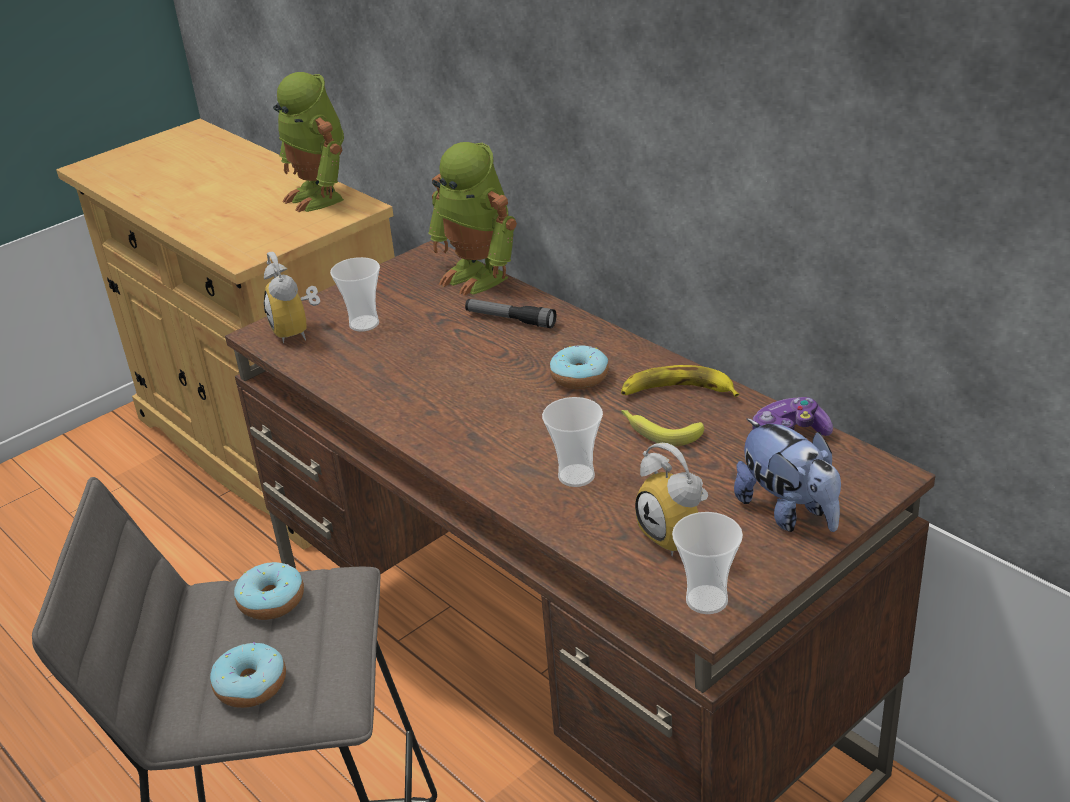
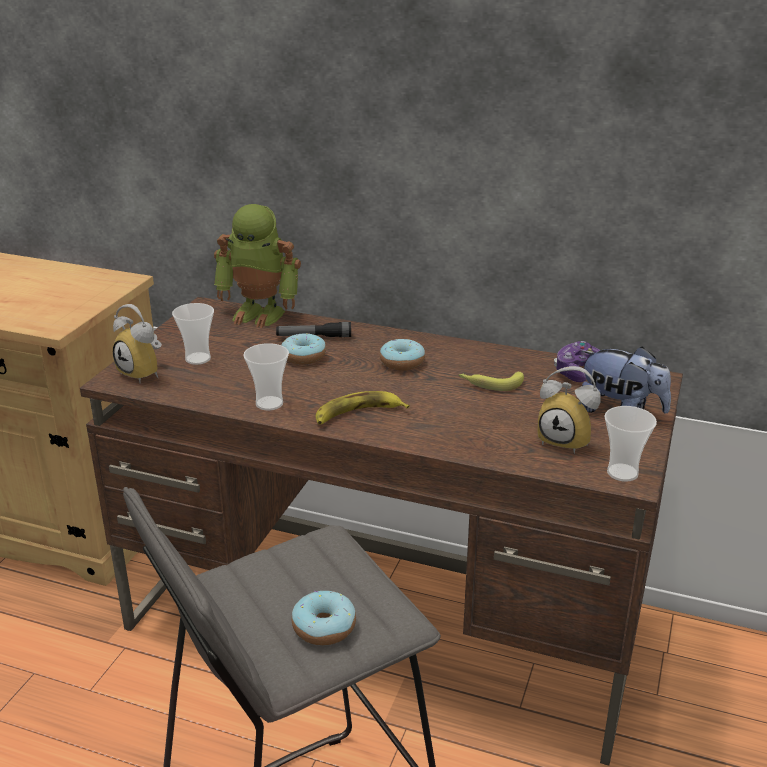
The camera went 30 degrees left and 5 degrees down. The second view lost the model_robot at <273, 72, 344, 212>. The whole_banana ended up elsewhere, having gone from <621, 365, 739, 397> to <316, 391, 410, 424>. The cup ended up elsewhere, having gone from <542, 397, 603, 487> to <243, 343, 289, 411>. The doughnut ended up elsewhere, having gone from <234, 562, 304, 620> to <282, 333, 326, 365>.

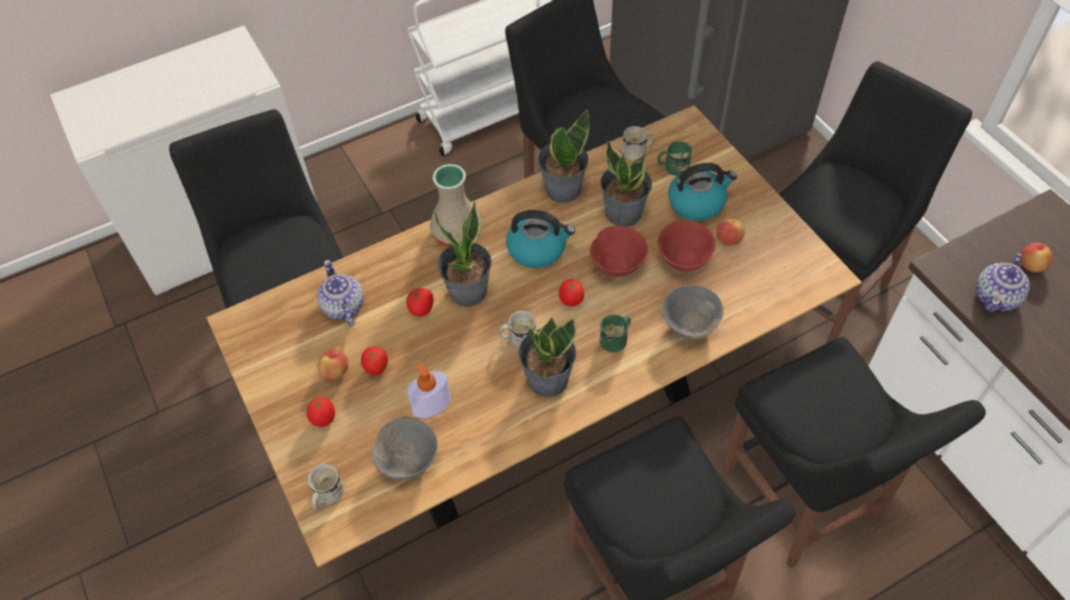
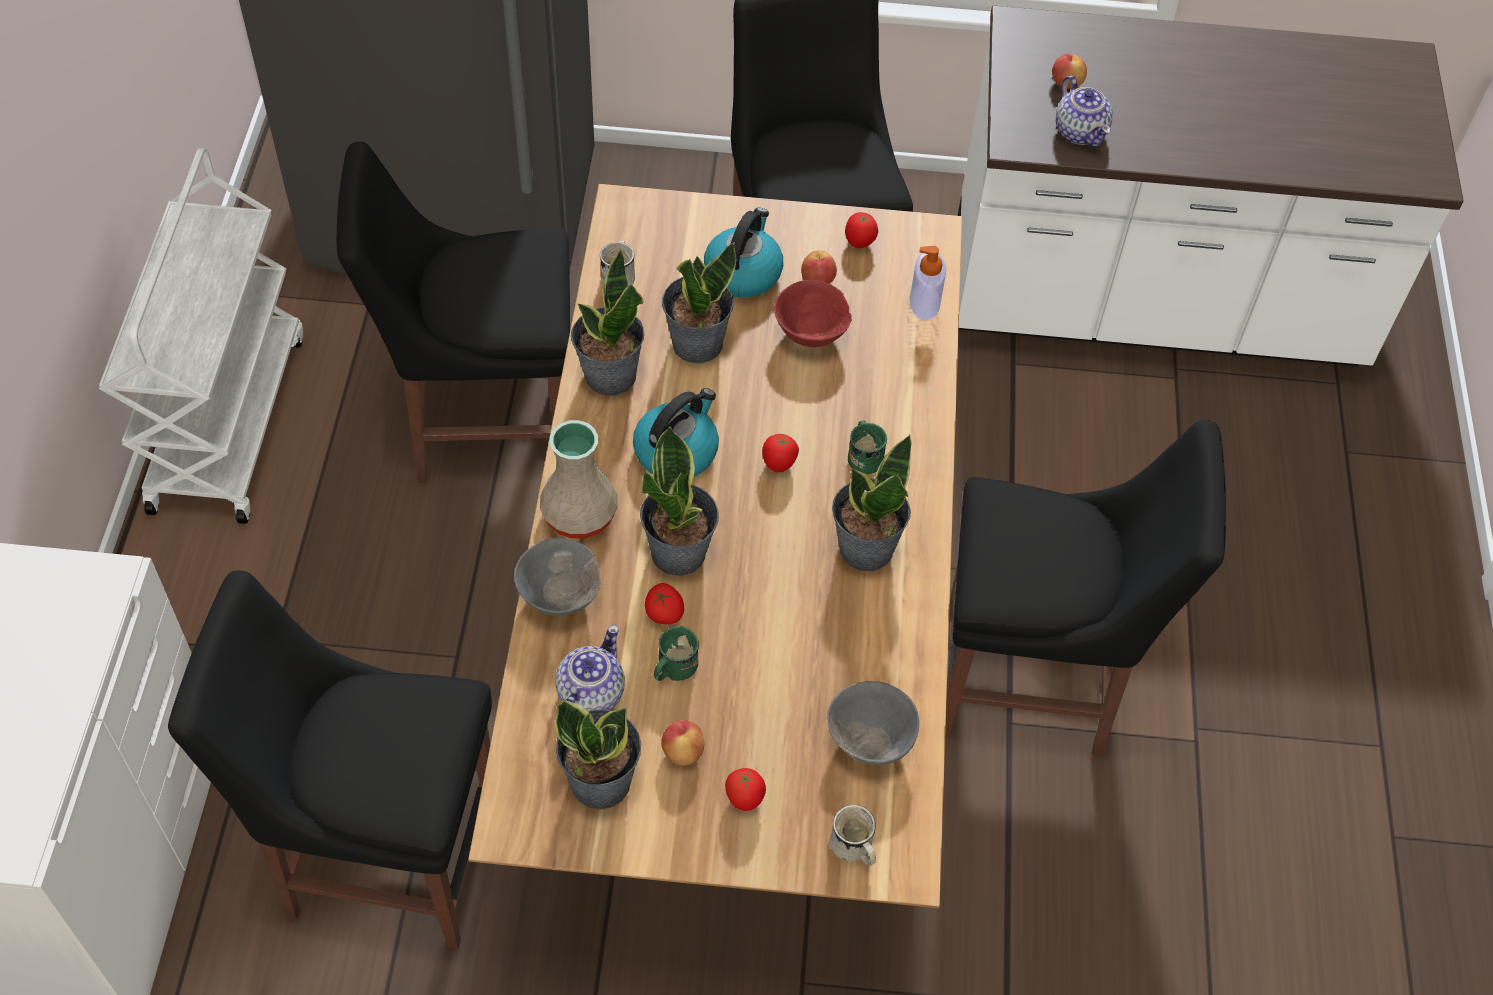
The camera went 60 degrees left and 0 degrees up. The green_tea_mug ended up elsewhere, having gone from <657, 141, 692, 176> to <654, 626, 699, 682>. The second view lost the red-coloured_bowl at <590, 226, 648, 277>. The pot_for_tea at <317, 260, 364, 326> ended up facing another way, 105 degrees clockwise from before. The gray_bowl ended up elsewhere, having gone from <662, 285, 724, 339> to <514, 538, 601, 616>. The second view lost the white_tea_mug at <499, 311, 536, 348>. The second view lost the black-coloured_upright_chair at <722, 337, 986, 568>. The whole_tomato ended up elsewhere, having gone from <361, 346, 388, 375> to <845, 212, 878, 248>. The liquid_soap_bottle ended up elsewhere, having gone from <407, 363, 451, 418> to <910, 246, 946, 321>. The second view gained the houseplant at <555, 700, 641, 810>.

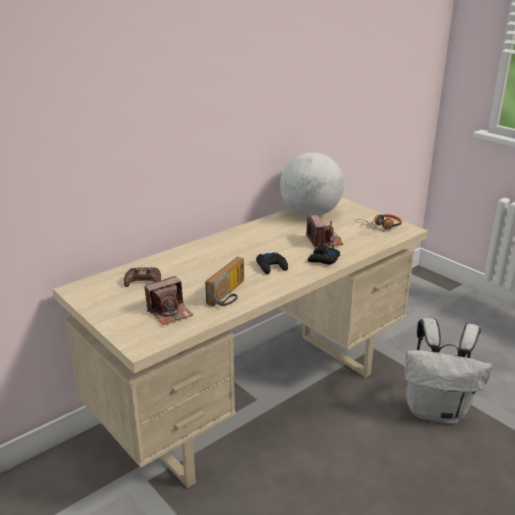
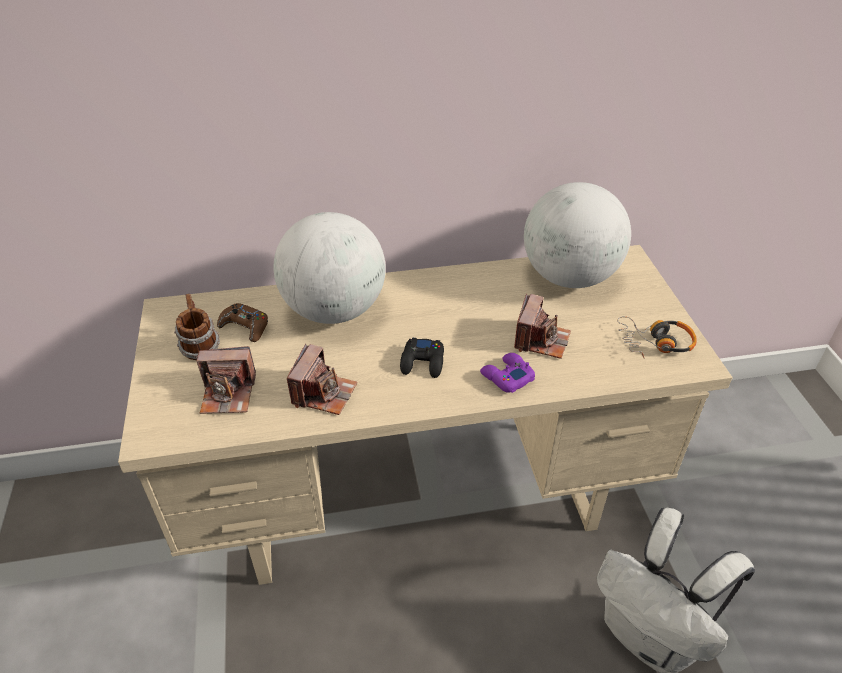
The camera went 30 degrees right and 15 degrees up. What was the black-coloured_joypad at <307, 246, 340, 264> turned into the purple_joypad at <480, 353, 535, 393>. Where the radio stood at <205, 257, 244, 306>, the still_camera came to stand at <287, 344, 358, 415>. The second view gained the desk_globe at <273, 212, 386, 324>. The second view gained the tea_mug at <174, 294, 220, 360>.

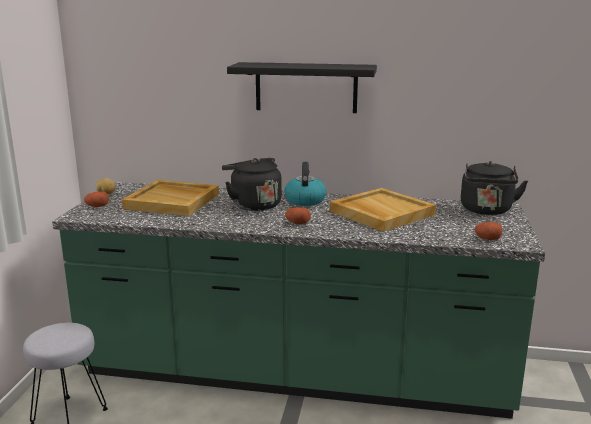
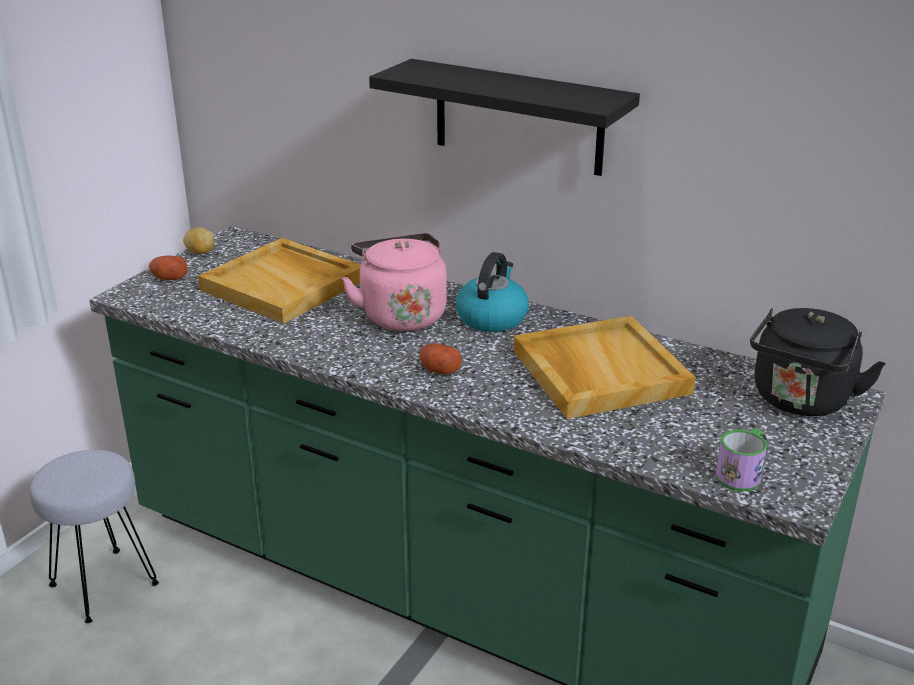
The camera went 20 degrees right and 10 degrees up. What was the black-coloured_kettle at <222, 158, 282, 211> turned into the pink-coloured_kettle at <341, 233, 447, 331>. Where the whole_potato stood at <475, 222, 502, 240>, the tea_mug came to stand at <716, 428, 767, 491>.

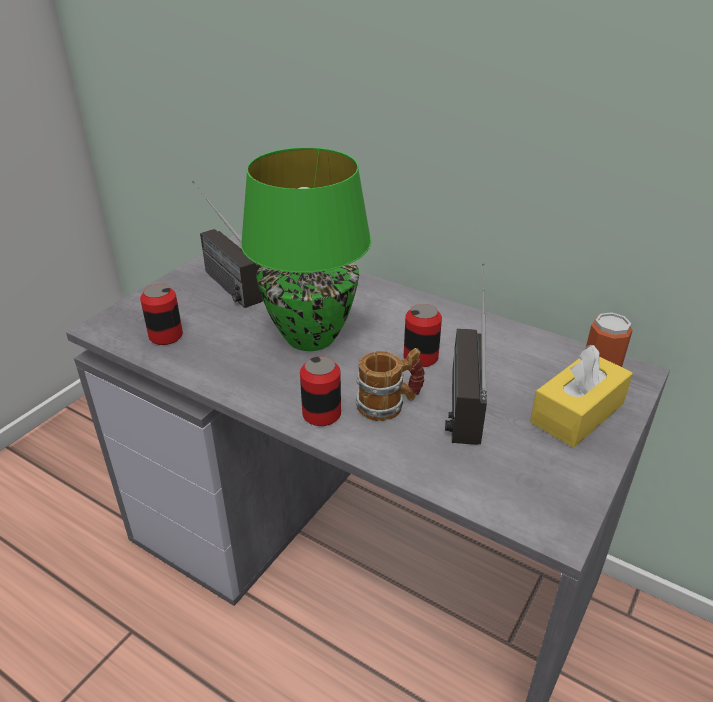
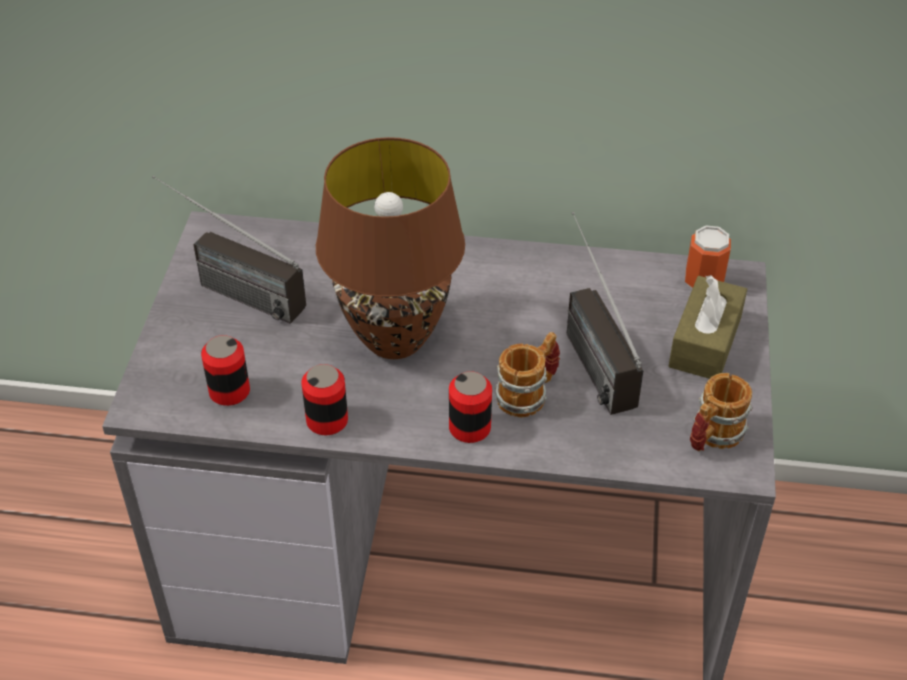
The camera went 25 degrees left and 10 degrees up. What was the green_lamp_for_a_table at <241, 147, 371, 351> turned into the brown_lamp_for_a_table at <316, 137, 465, 359>. The can ended up elsewhere, having gone from <404, 304, 442, 367> to <302, 364, 348, 435>. What was the yellow-coloured_tissue_holder at <530, 345, 633, 447> turned into the brown_tissue_holder at <668, 275, 747, 379>. The second view gained the tea_mug at <690, 373, 752, 451>.

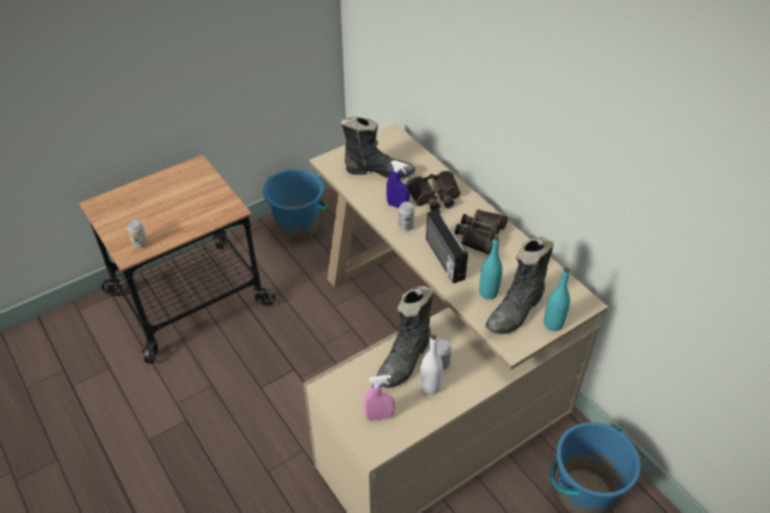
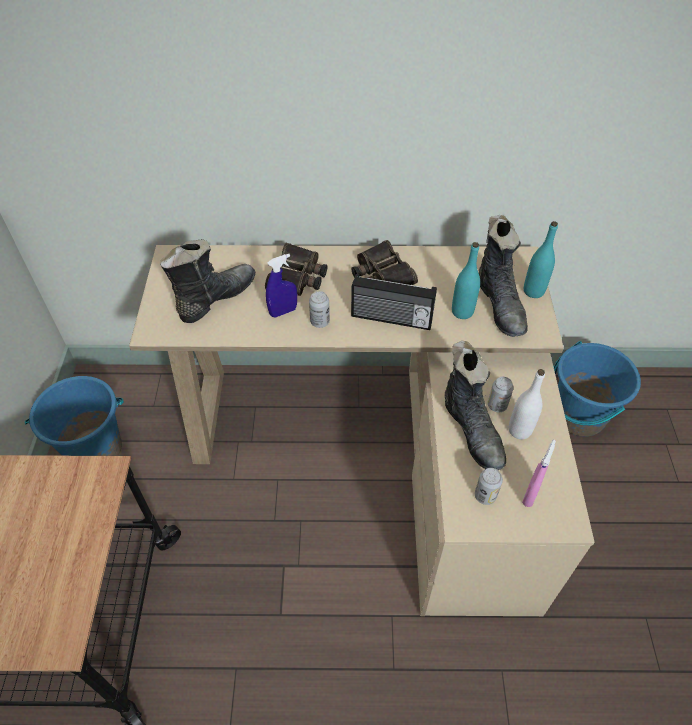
The camera went 55 degrees left and 5 degrees up. The can ended up elsewhere, having gone from <127, 220, 148, 248> to <475, 468, 503, 505>.

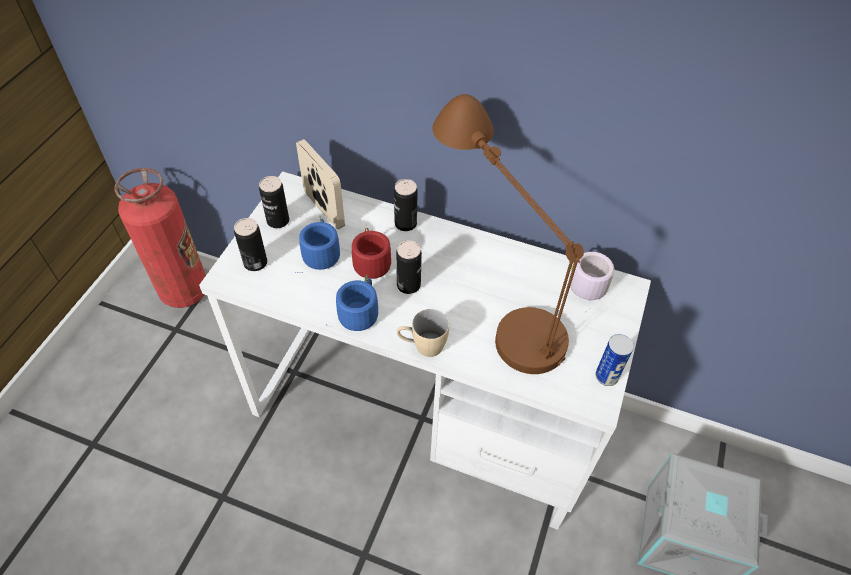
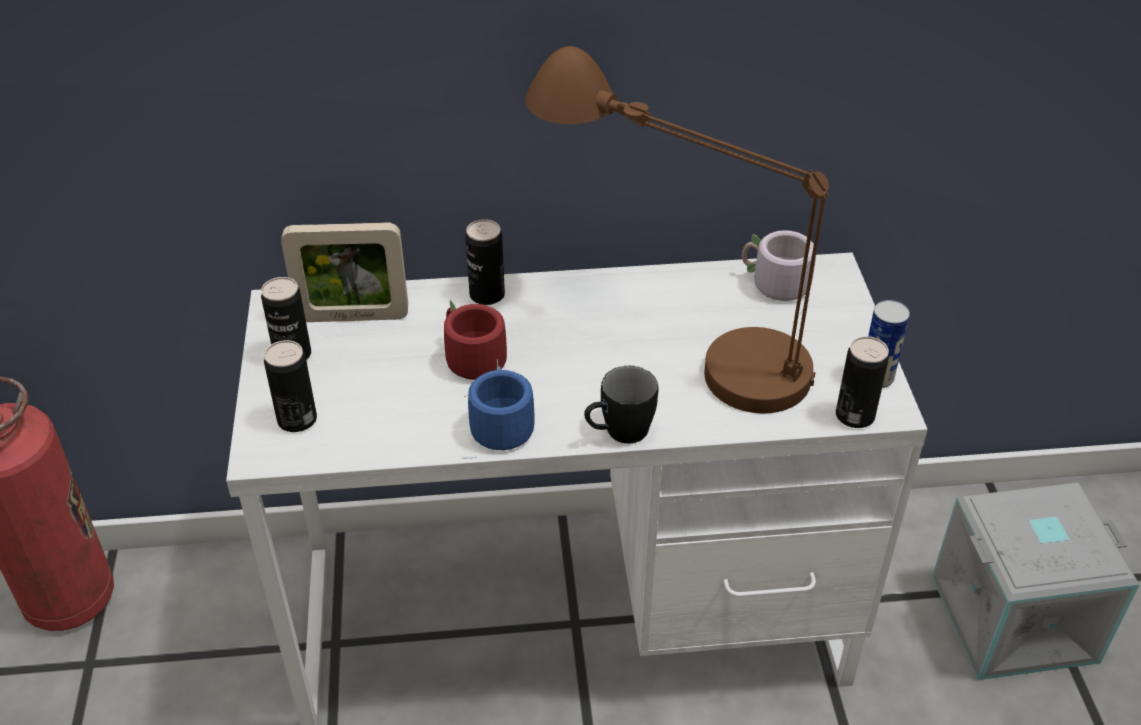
The camera went 25 degrees left and 10 degrees down. The photo_frame at <296, 139, 345, 229> ended up facing another way, 150 degrees clockwise from before. The second view lost the bluish_tea_mug at <298, 216, 340, 273>. The can ended up elsewhere, having gone from <396, 241, 422, 294> to <836, 336, 889, 428>. What was the beige_tea_mug at <397, 309, 449, 357> turned into the black-coloured_tea_mug at <584, 366, 658, 443>.

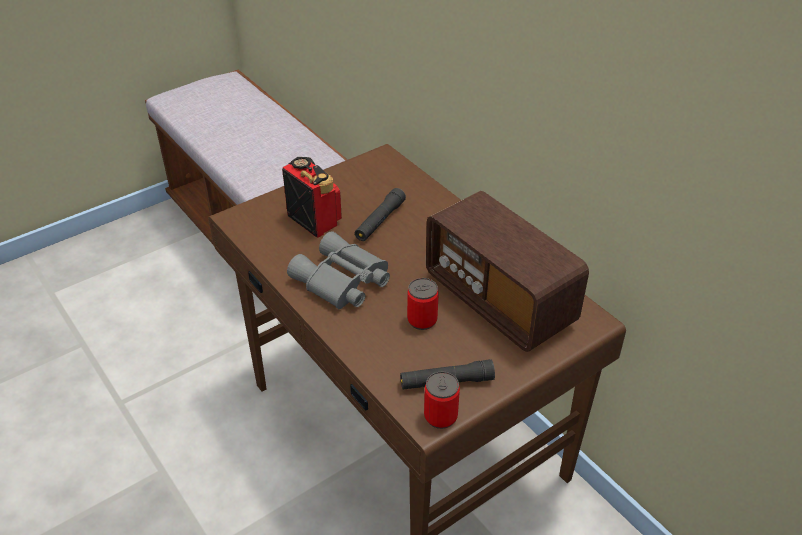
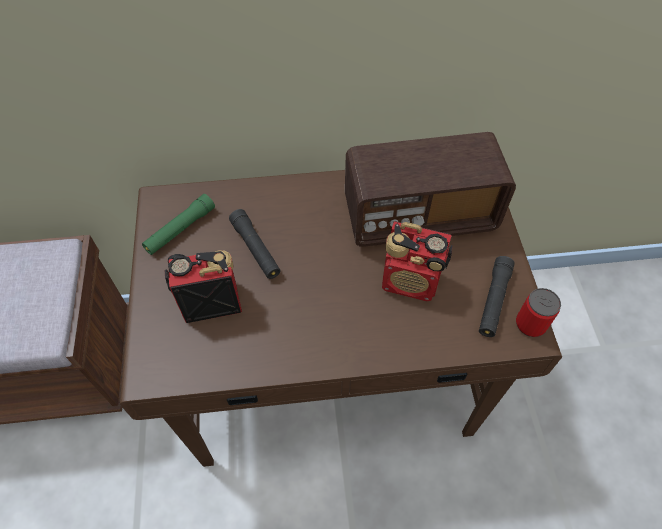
The camera went 60 degrees left and 15 degrees up. The second view lost the gray_field_glasses at <287, 231, 390, 309>. Where the can stood at <407, 278, 439, 330>, the radio came to stand at <382, 221, 453, 301>. The second view gained the green_torch at <142, 194, 215, 255>.

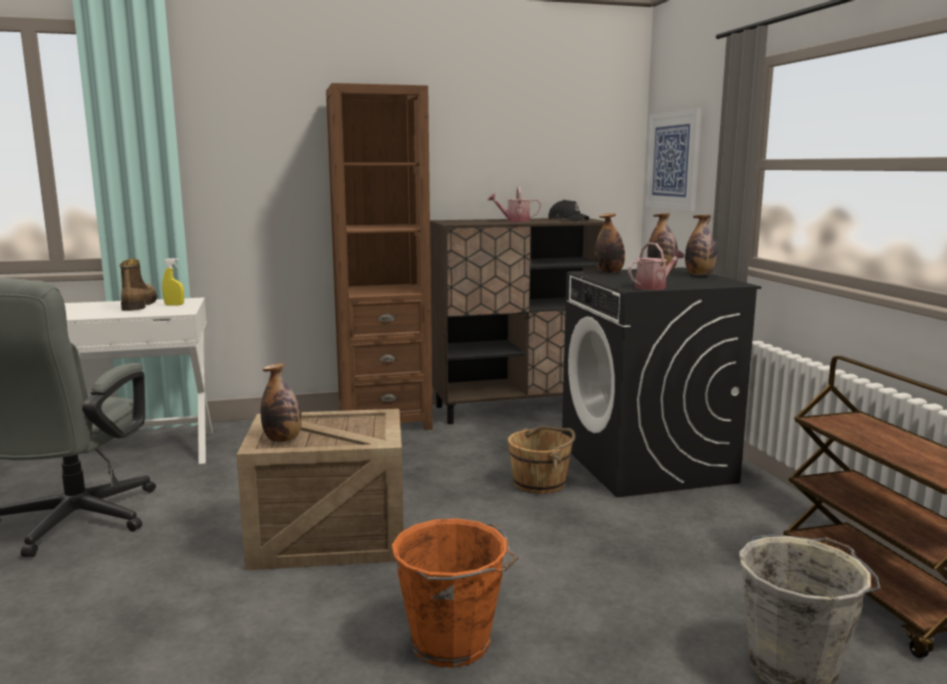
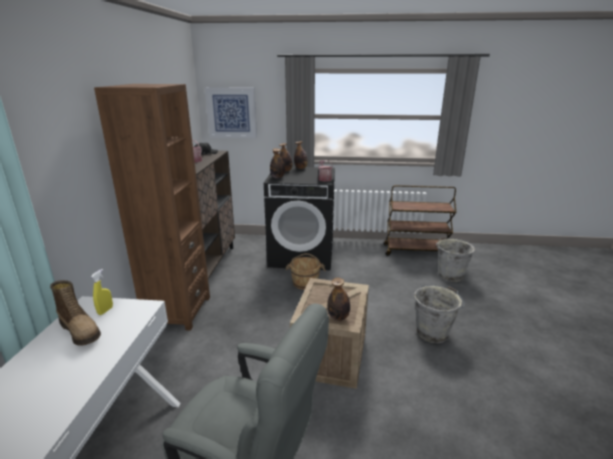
The camera went 70 degrees left and 10 degrees up. The high-top_boot at <120, 259, 157, 311> ended up facing another way, 150 degrees counterclockwise from before. What was the orangey_bucket at <392, 518, 519, 668> turned into the gray_bucket at <415, 285, 465, 343>.

